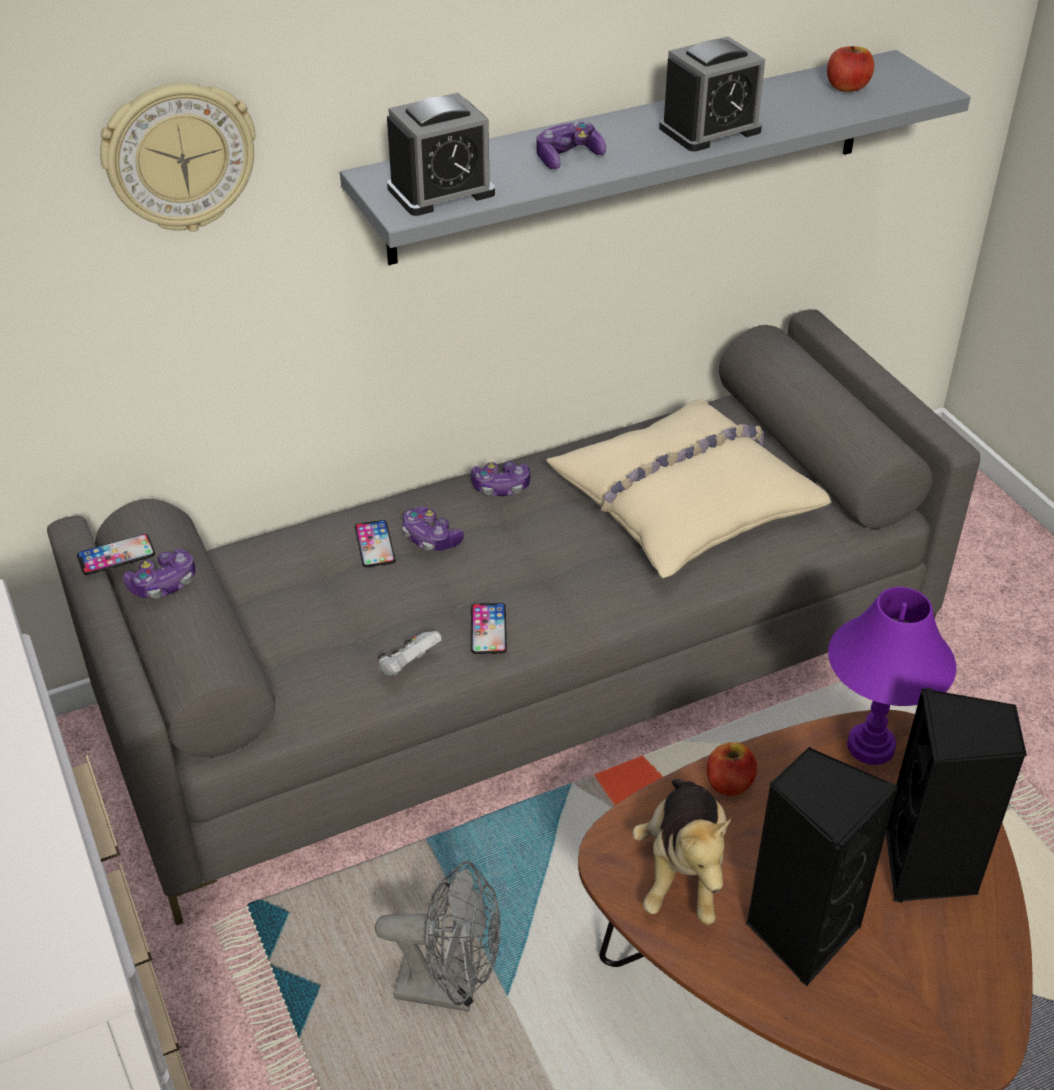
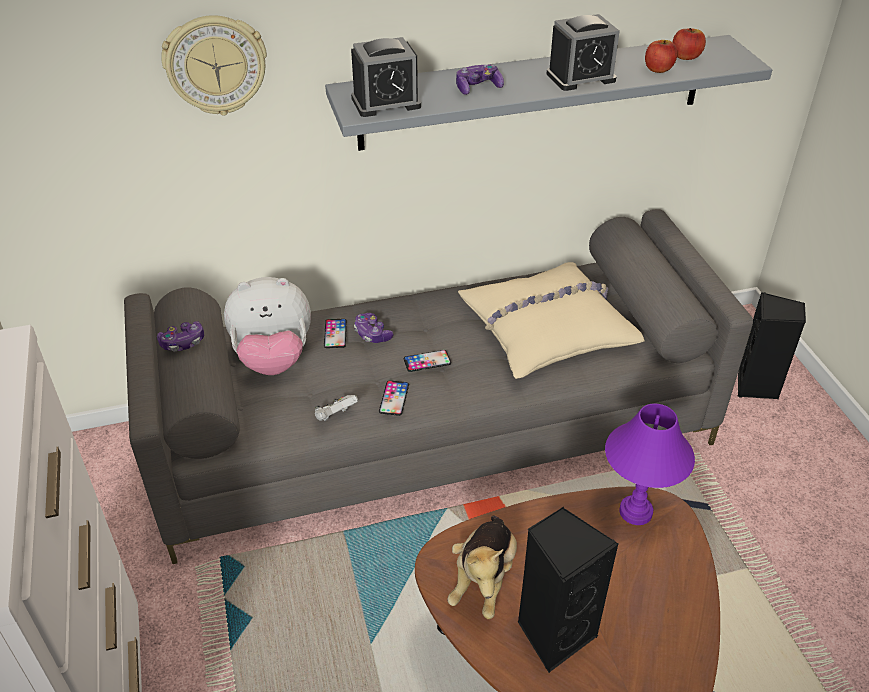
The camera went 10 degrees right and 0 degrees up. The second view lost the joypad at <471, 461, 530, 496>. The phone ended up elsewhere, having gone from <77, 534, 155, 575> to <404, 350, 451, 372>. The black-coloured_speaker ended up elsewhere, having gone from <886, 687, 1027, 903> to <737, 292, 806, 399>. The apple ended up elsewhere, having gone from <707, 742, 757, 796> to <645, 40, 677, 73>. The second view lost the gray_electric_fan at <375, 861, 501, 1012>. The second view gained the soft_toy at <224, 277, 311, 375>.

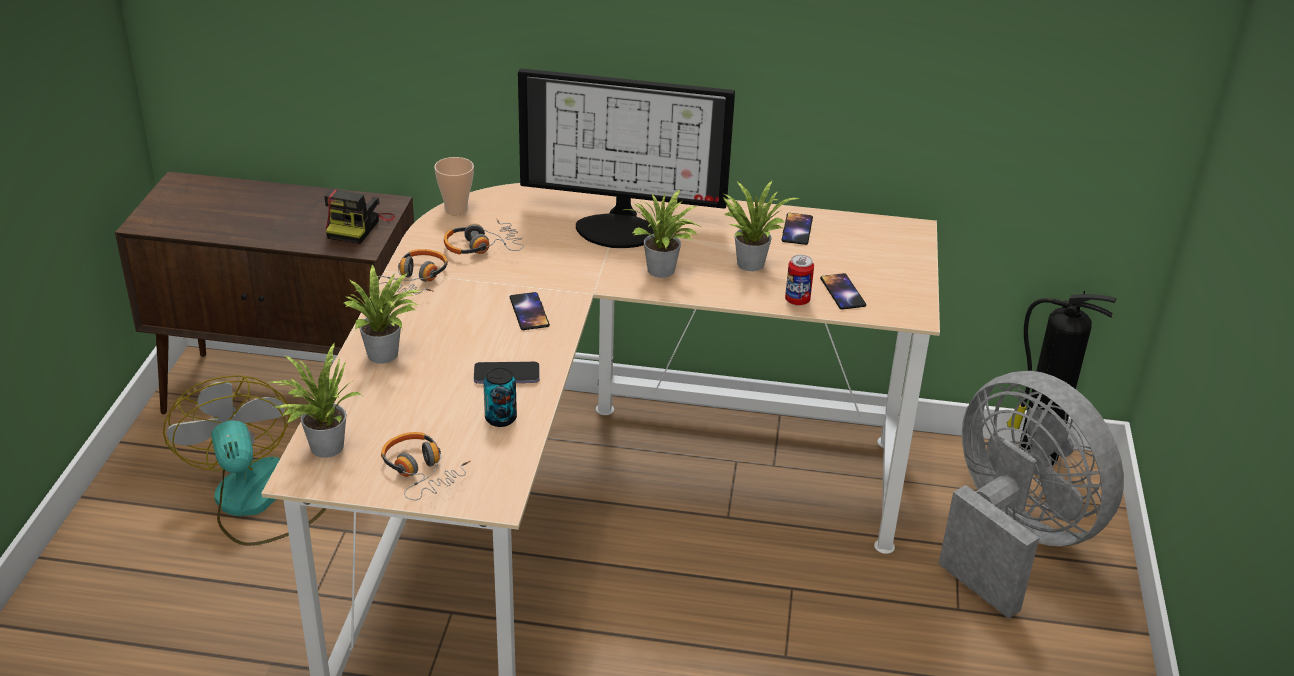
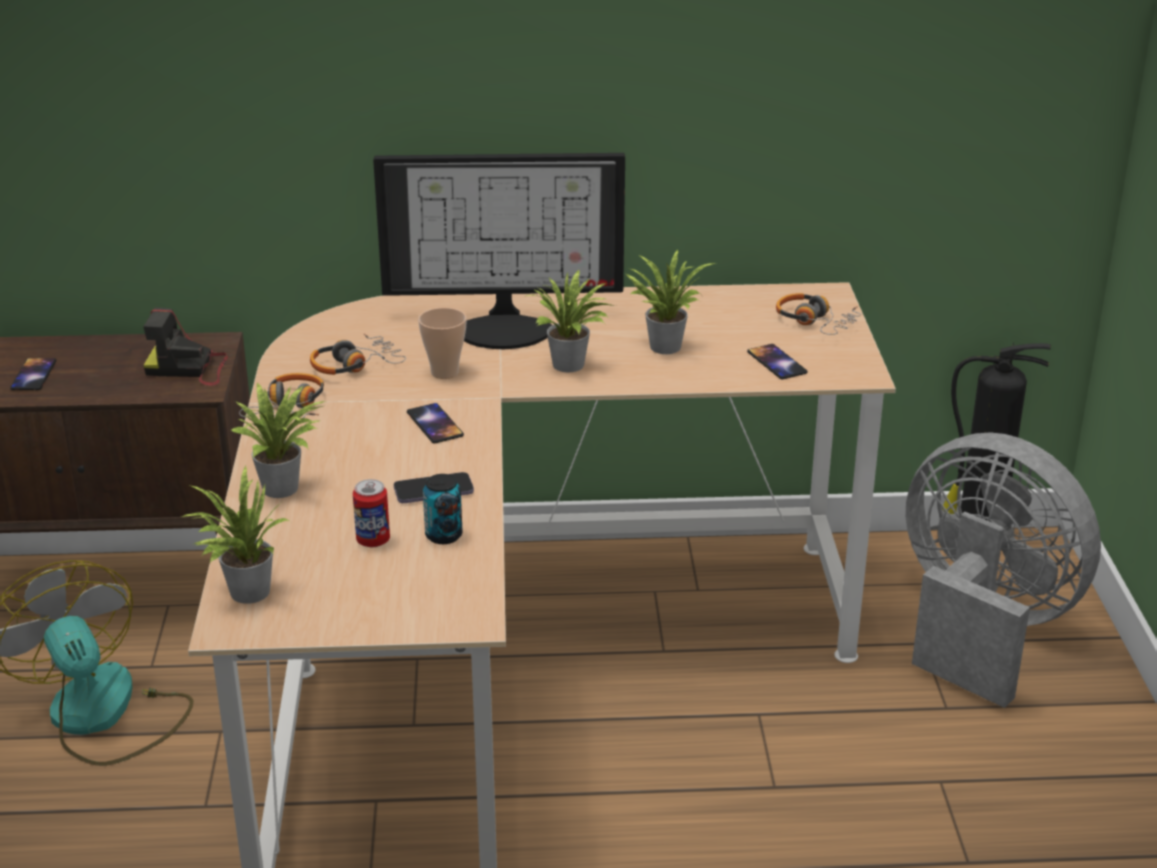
The camera went 10 degrees left and 5 degrees down. The cup ended up elsewhere, having gone from <434, 157, 474, 215> to <418, 308, 467, 379>. The still_camera at <324, 189, 395, 244> ended up facing another way, 90 degrees clockwise from before. The phone ended up elsewhere, having gone from <782, 213, 813, 245> to <10, 358, 56, 390>. The can ended up elsewhere, having gone from <785, 255, 814, 306> to <353, 479, 390, 547>. The headset ended up elsewhere, having gone from <381, 432, 471, 500> to <776, 293, 861, 335>.

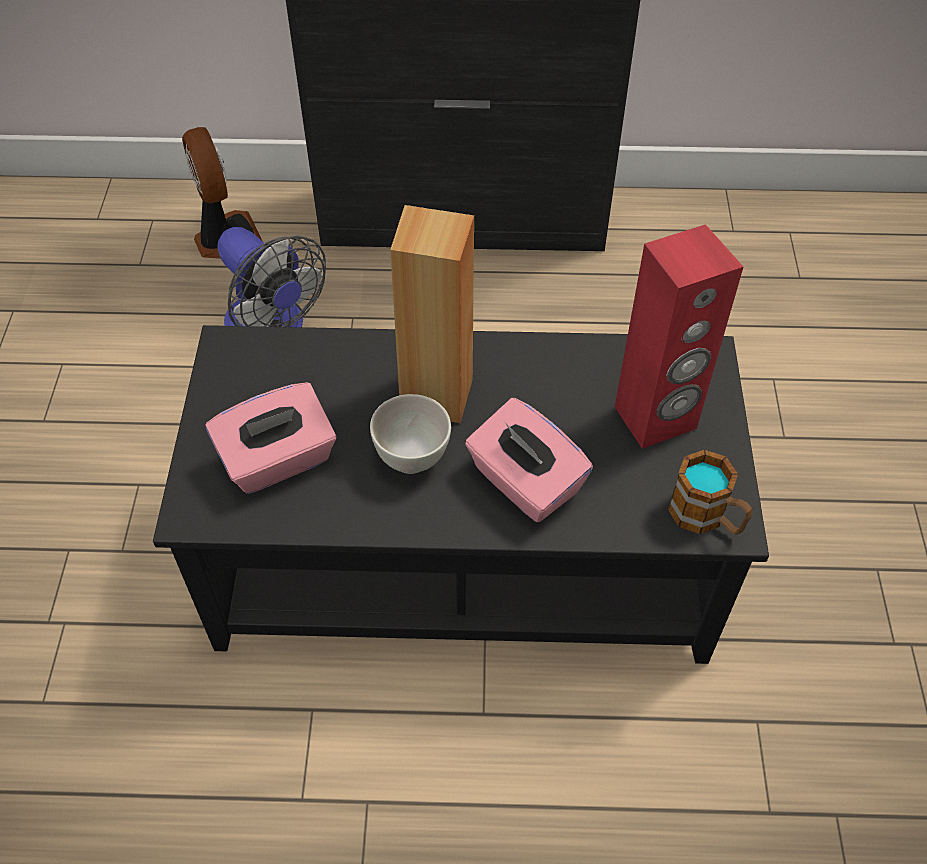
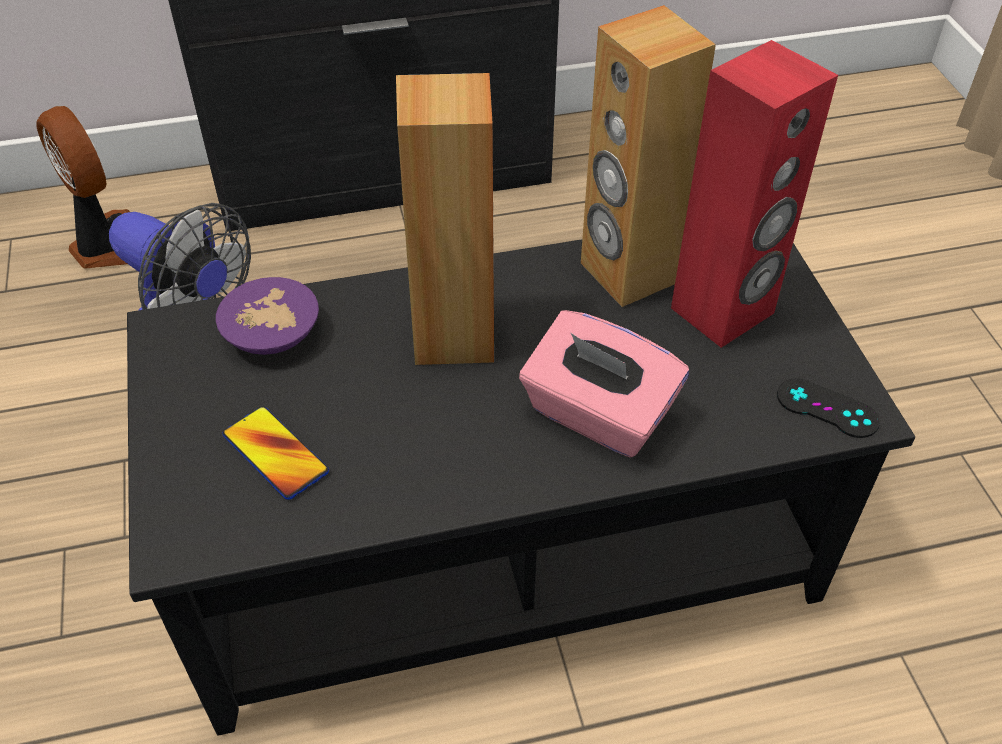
The camera went 15 degrees left and 5 degrees down. Where the pink-coloured_tissue_holder stood at <205, 382, 336, 494>, the phone came to stand at <223, 406, 329, 500>. The second view lost the white_bowl at <370, 394, 451, 474>. Where the tea_mug stood at <668, 450, 752, 535>, the black-coloured_joypad came to stand at <777, 378, 880, 438>. The second view gained the brown_speaker at <581, 5, 716, 307>. The second view gained the purple_bowl at <216, 277, 319, 355>.

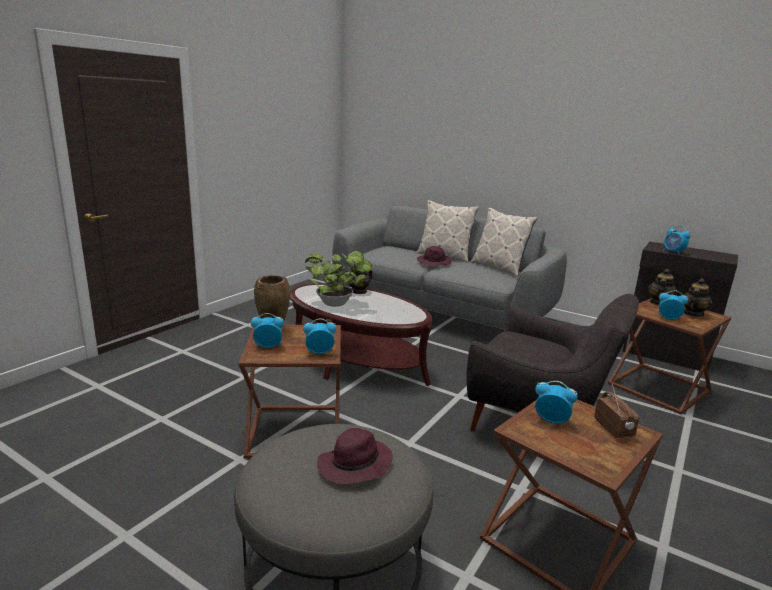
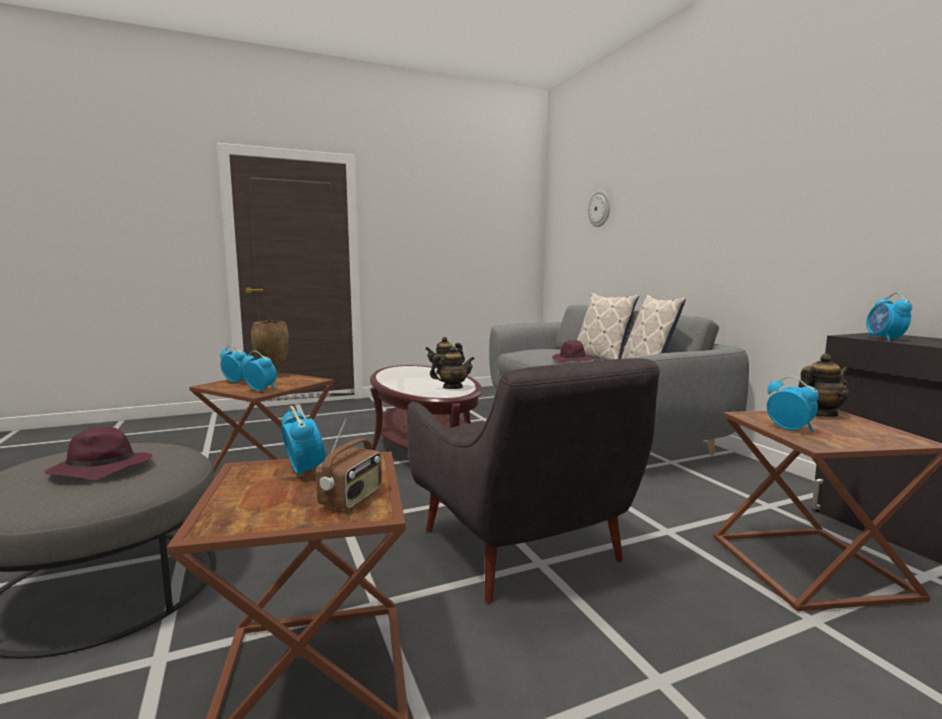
The camera went 35 degrees right and 10 degrees down. The second view lost the houseplant at <305, 251, 372, 307>. The pot_for_tea ended up elsewhere, having gone from <684, 278, 713, 317> to <430, 347, 475, 389>. The second view gained the clock_on_the_wall at <588, 190, 610, 227>.

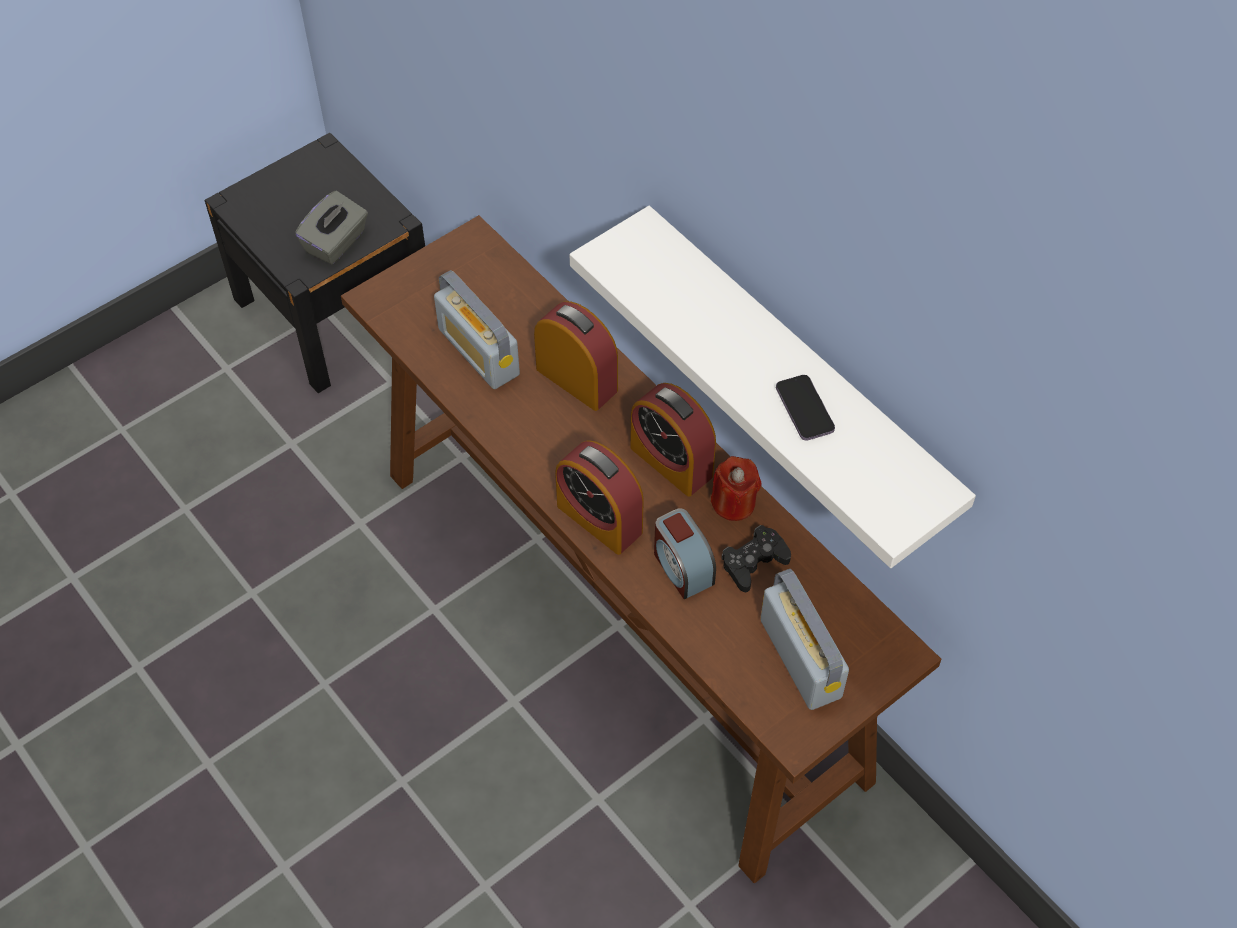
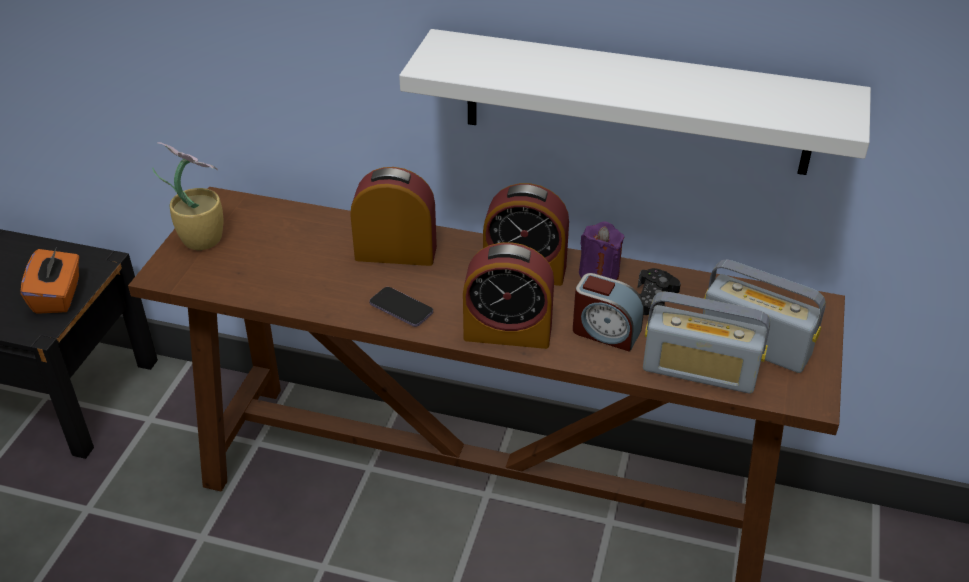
The camera went 35 degrees left and 15 degrees down. What was the gray_tissue_holder at <295, 191, 368, 264> turned into the orangey_tissue_holder at <21, 249, 79, 314>. The radio ended up elsewhere, having gone from <434, 270, 520, 389> to <643, 291, 770, 394>. The phone ended up elsewhere, having gone from <776, 375, 835, 440> to <369, 287, 433, 327>. What was the red-coloured_wax_candle at <711, 456, 762, 521> turned into the purple_wax_candle at <579, 221, 624, 280>. The second view gained the houseplant at <152, 142, 223, 250>.

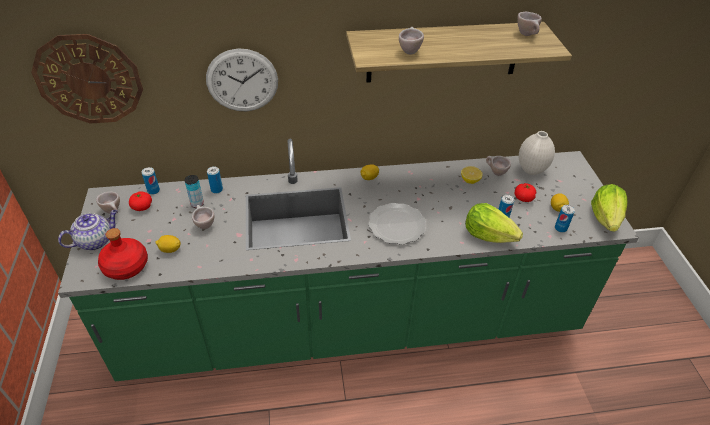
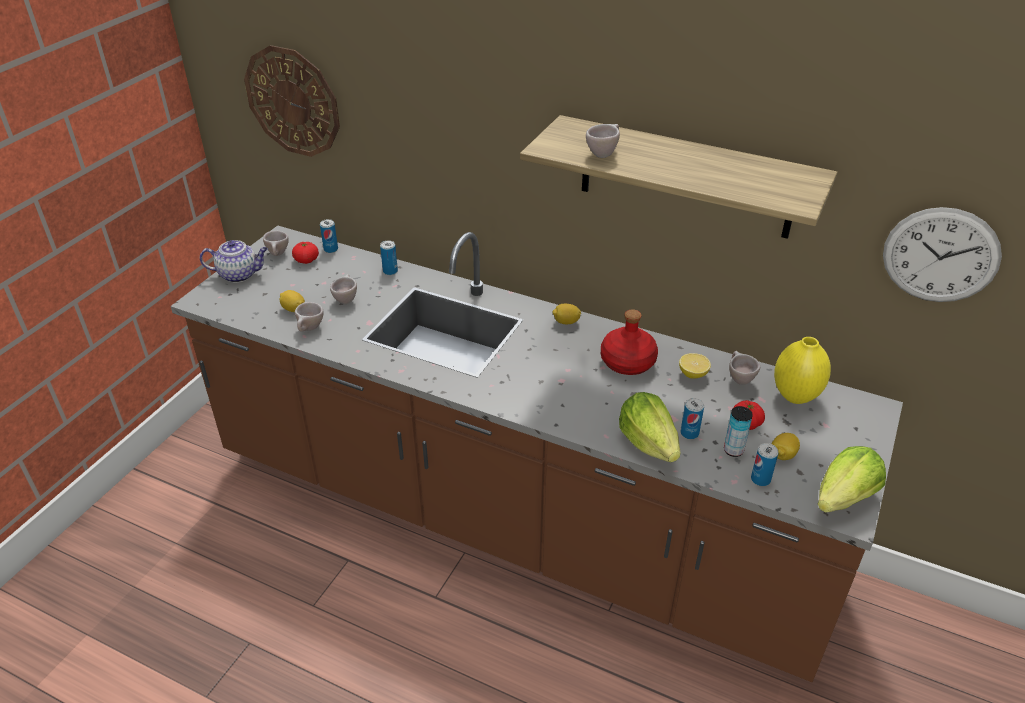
The camera went 35 degrees right and 5 degrees down. The beige_cup ended up elsewhere, having gone from <517, 12, 542, 36> to <295, 302, 324, 332>. The clock_on_the_wall ended up elsewhere, having gone from <206, 48, 278, 111> to <883, 207, 1002, 302>. What was the white_decorative_vase at <519, 131, 555, 175> turned into the yellow-coloured_decorative_vase at <774, 337, 831, 404>. What was the green_counter at <58, 139, 639, 381> turned into the brown_counter at <171, 225, 903, 682>. The can ended up elsewhere, having gone from <184, 175, 204, 208> to <724, 406, 753, 457>. The second view lost the flat_dish at <368, 203, 426, 245>. The red-coloured_beverage_bottle ended up elsewhere, having gone from <98, 228, 148, 280> to <601, 309, 658, 375>.

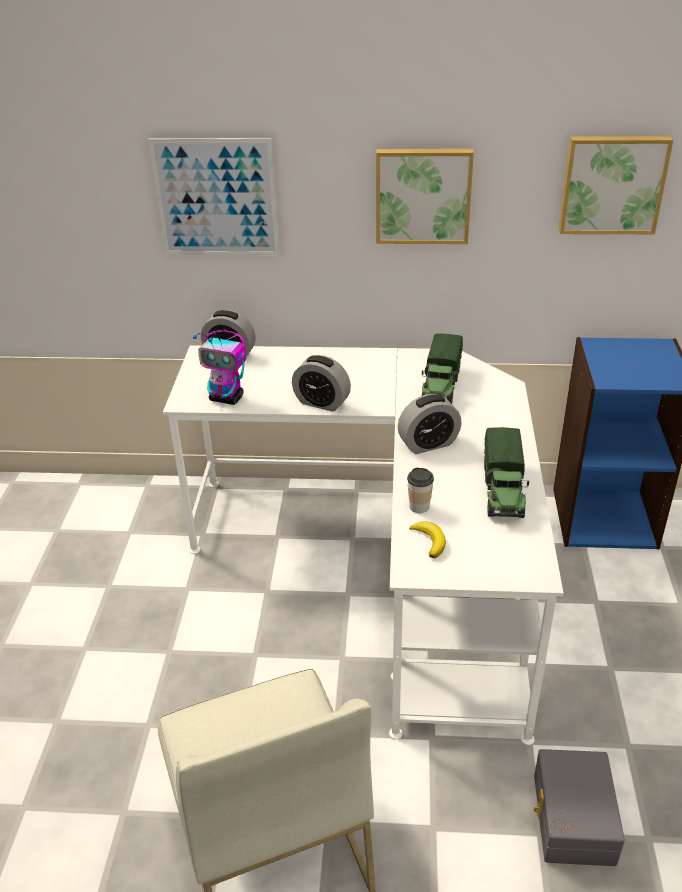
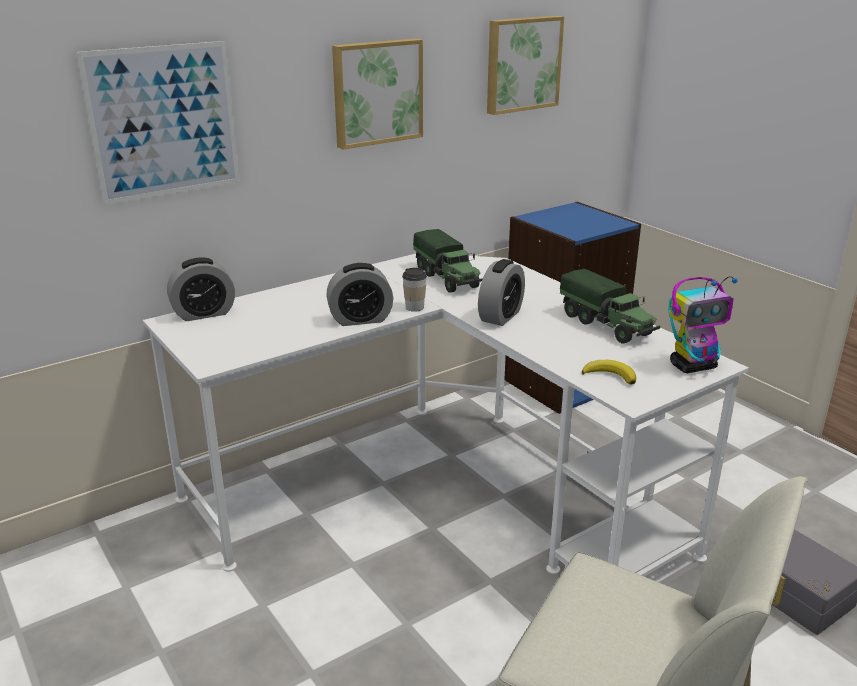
The camera went 40 degrees left and 10 degrees down. The model_robot ended up elsewhere, having gone from <193, 330, 247, 405> to <668, 276, 738, 373>. The cup ended up elsewhere, having gone from <407, 468, 434, 513> to <402, 268, 427, 312>.

